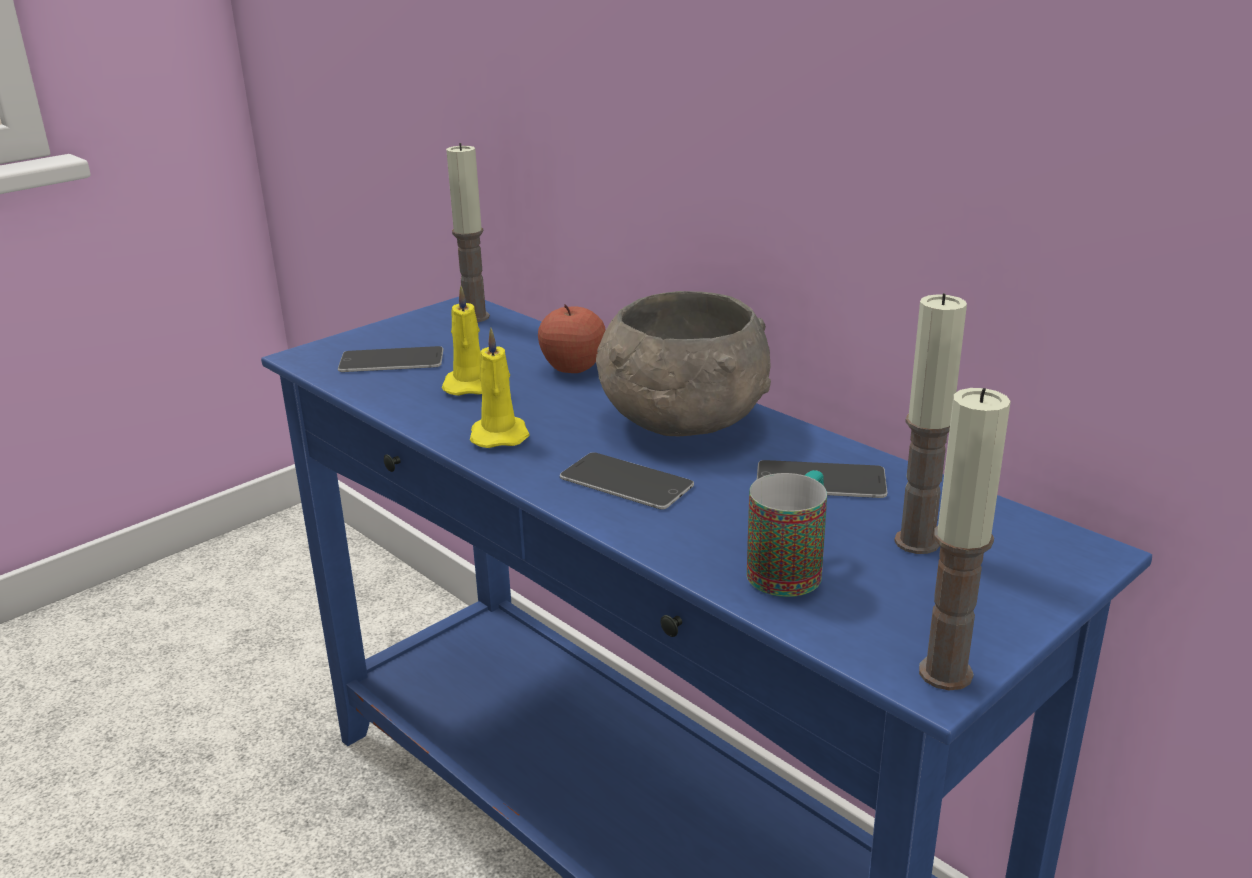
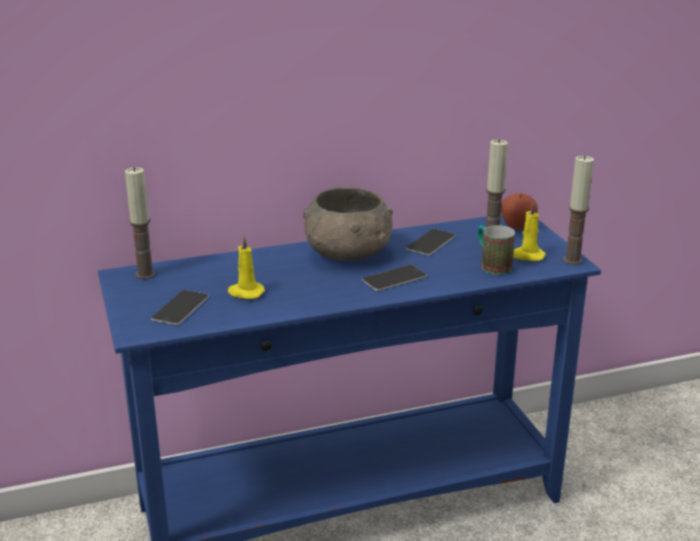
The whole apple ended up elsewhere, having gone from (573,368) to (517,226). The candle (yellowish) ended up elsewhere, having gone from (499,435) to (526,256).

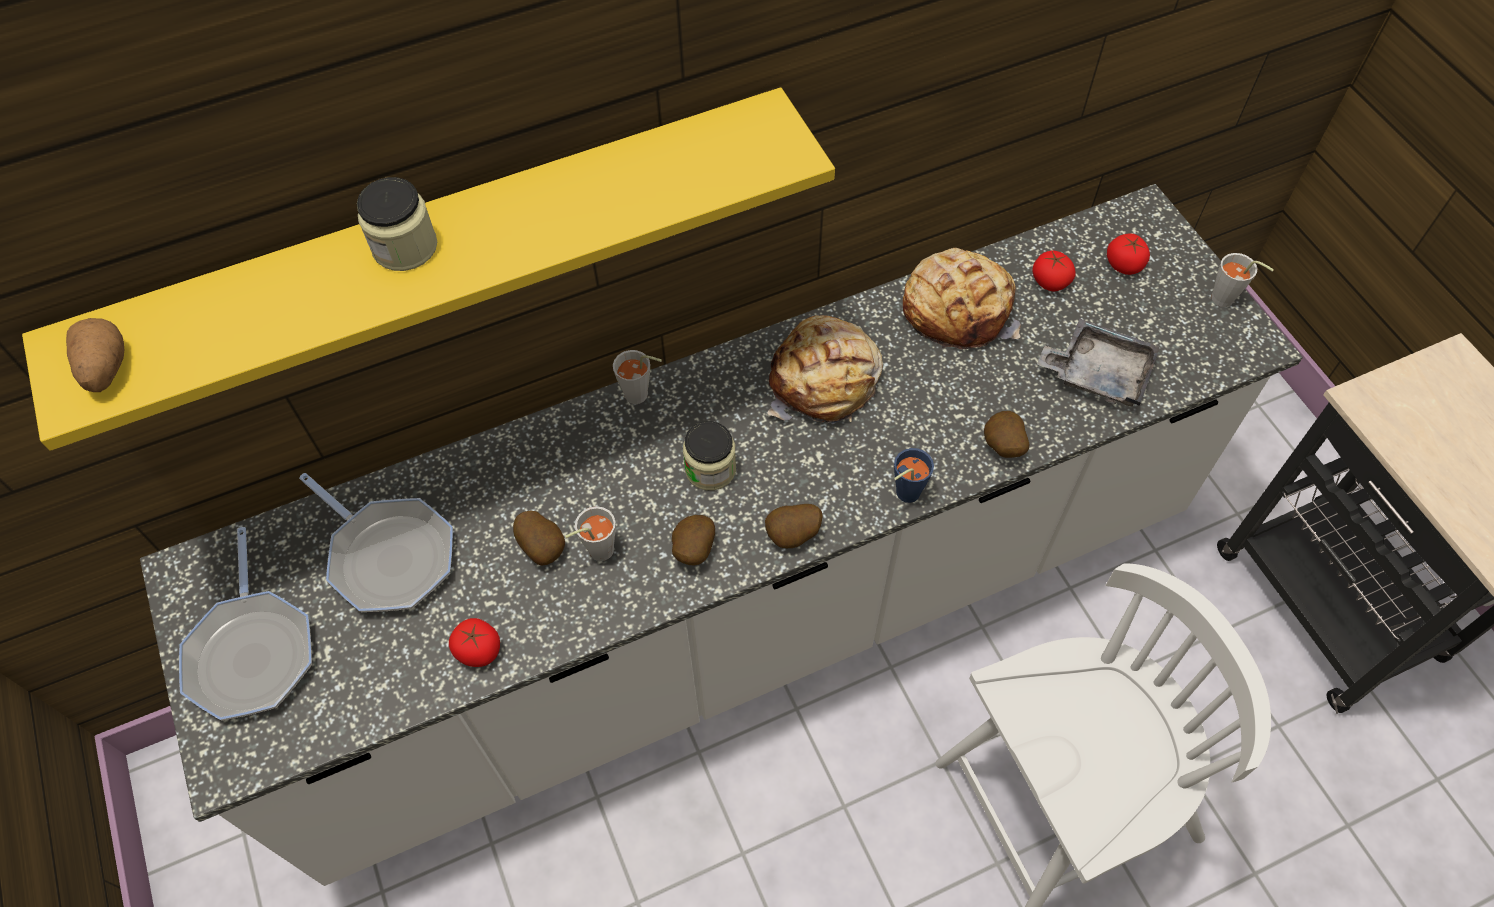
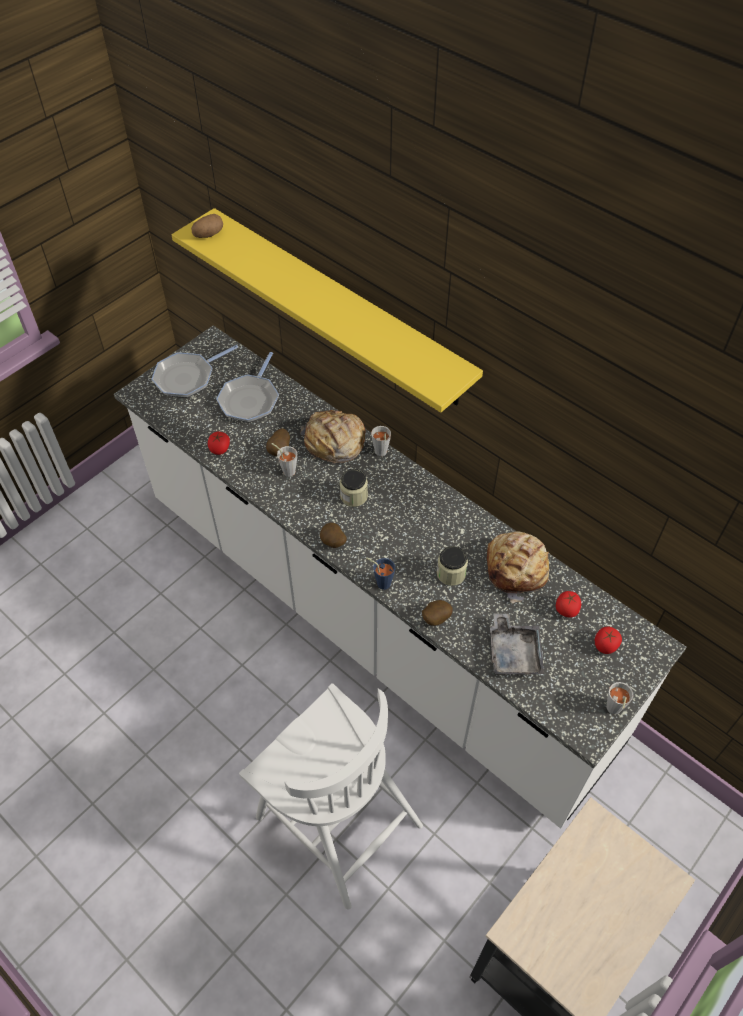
The bread ended up elsewhere, having gone from (824,382) to (334,443). The preserve jar ended up elsewhere, having gone from (405,247) to (451,573). The second view lost the potato at (692,550).

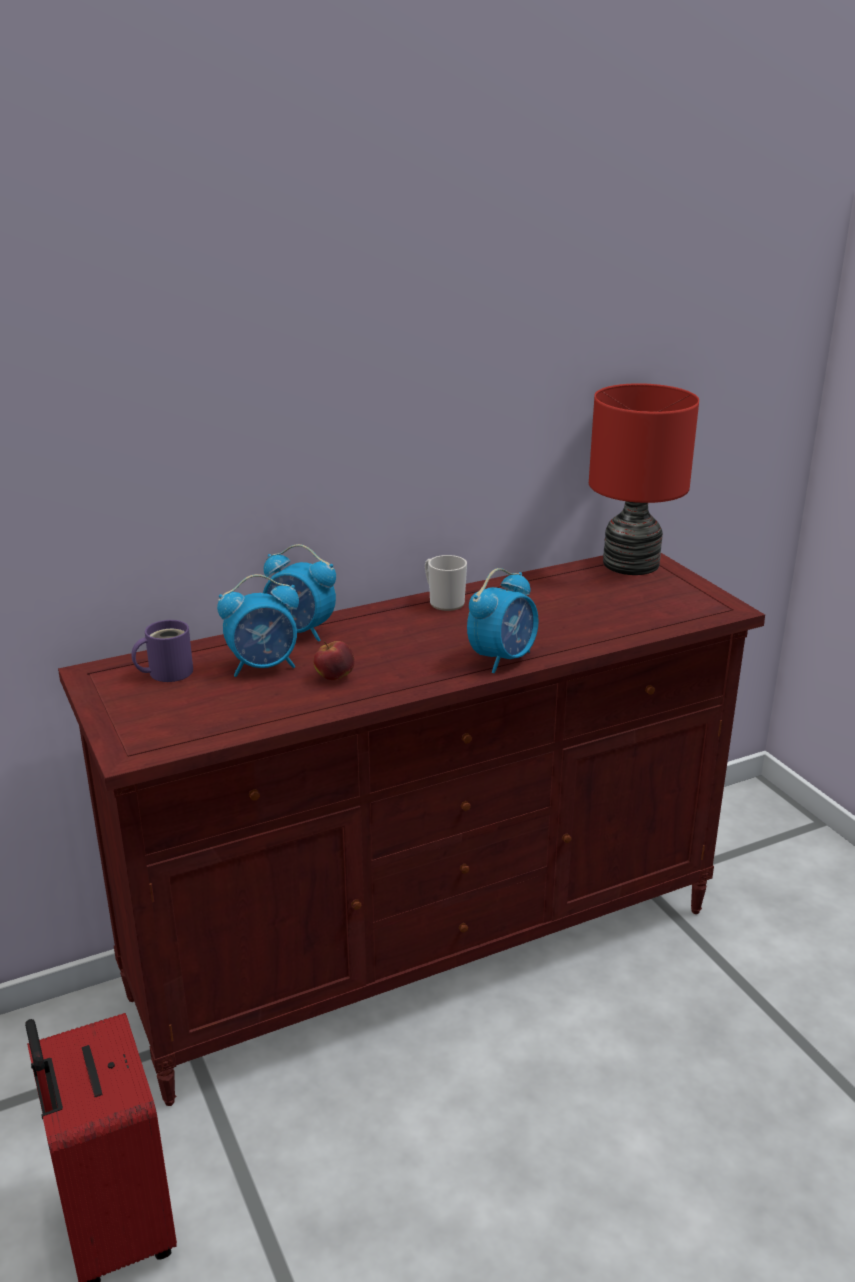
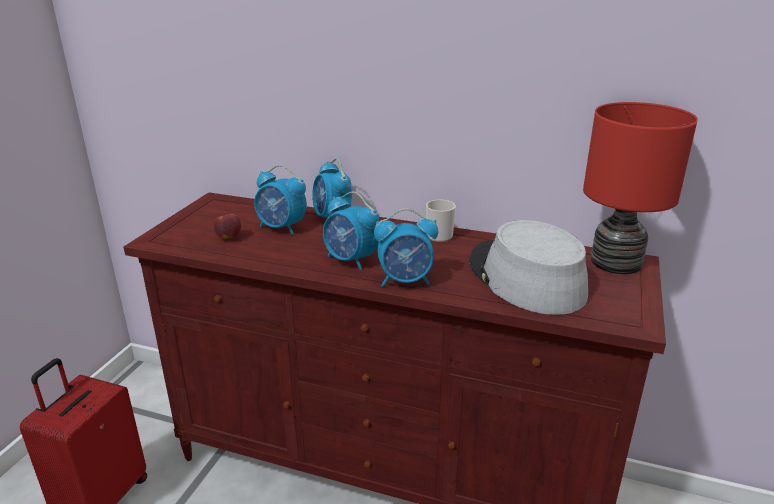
The whole apple ended up elsewhere, having gone from (335,677) to (228,238). The second view gained the bedside clock at (351,260). The second view gained the clothing hat (grey) at (525,278). The second view lost the mug (purple-coloured) at (166,672).

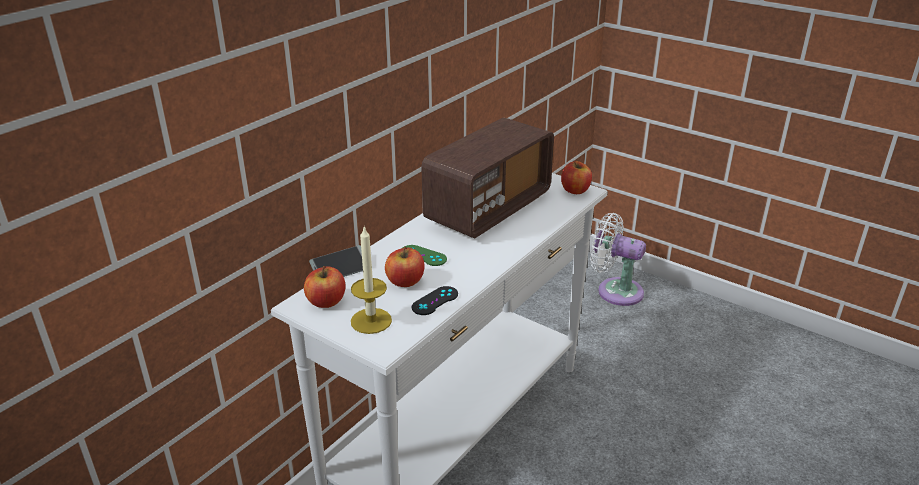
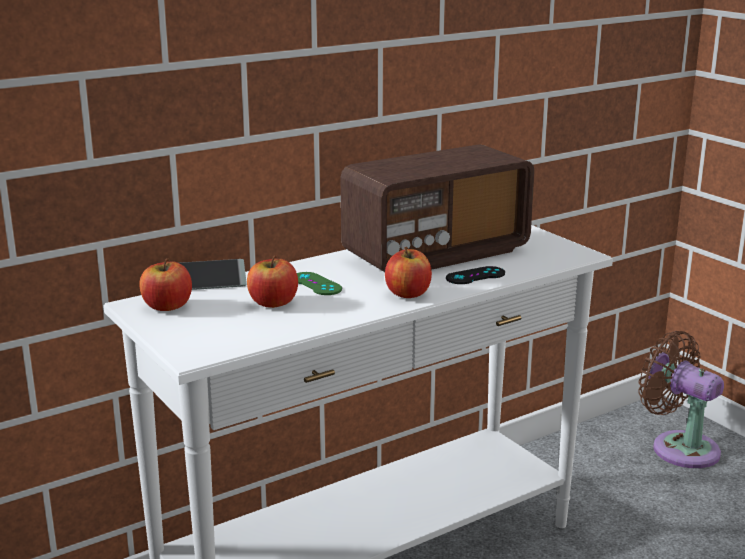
The whole apple ended up elsewhere, having gone from (575,190) to (408,293). The joypad (blackish) ended up elsewhere, having gone from (435,301) to (475,276). What was the cooling fan (white-coloured) at (615,290) turned into the cooling fan (brown) at (679,447). The second view lost the candle at (371,321).

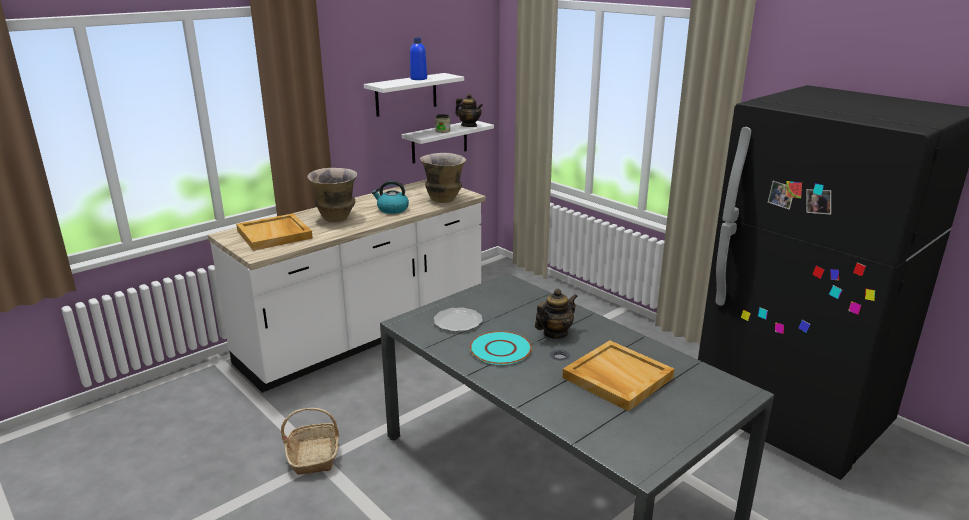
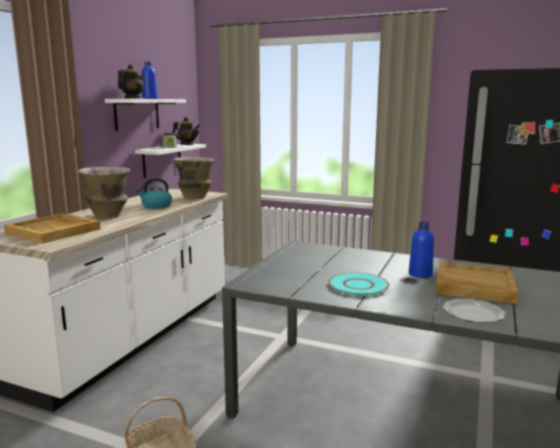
The teapot ended up elsewhere, having gone from (555,333) to (132,98). The second view gained the beverage bottle (blue) at (420,274). The flat dish ended up elsewhere, having gone from (458,321) to (473,313).

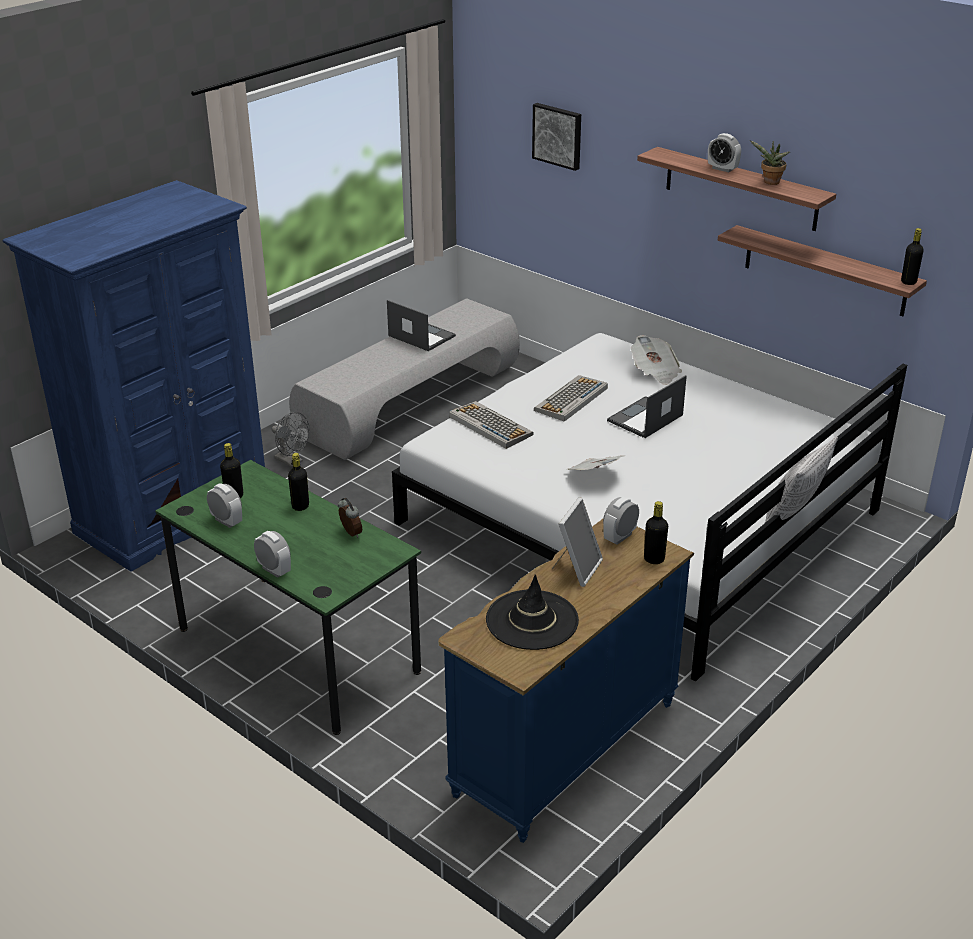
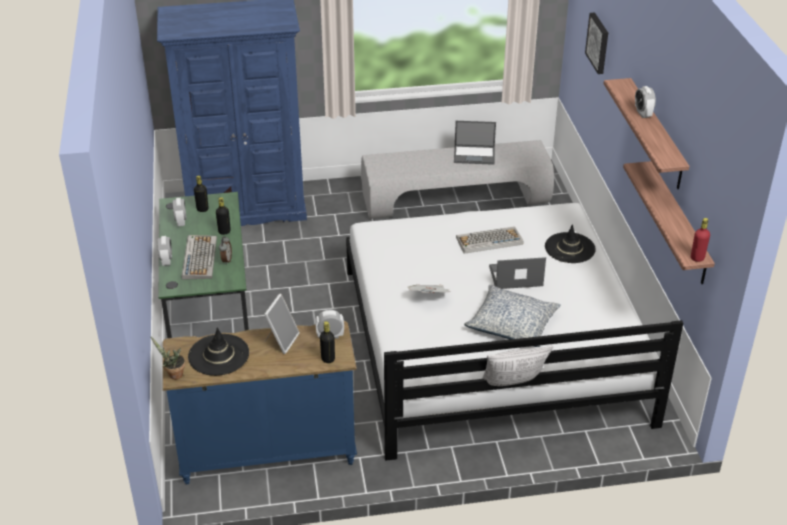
The plant in a pot ended up elsewhere, having gone from (770,182) to (173,375). The PC keyboard ended up elsewhere, having gone from (489,425) to (199,258). The photo frame at (576,568) ended up facing another way, 45 degrees counterclockwise from before. The notebook computer at (420,336) ended up facing another way, 105 degrees clockwise from before. The second view gained the throw pillow at (512,324). Where the daily paper stood at (655,372), the clothing hat (blackish) came to stand at (570,248). What was the beverage bottle (blackish) at (908,282) turned into the beverage bottle (red) at (697,258). The second view lost the cooling fan (grey) at (292,461).

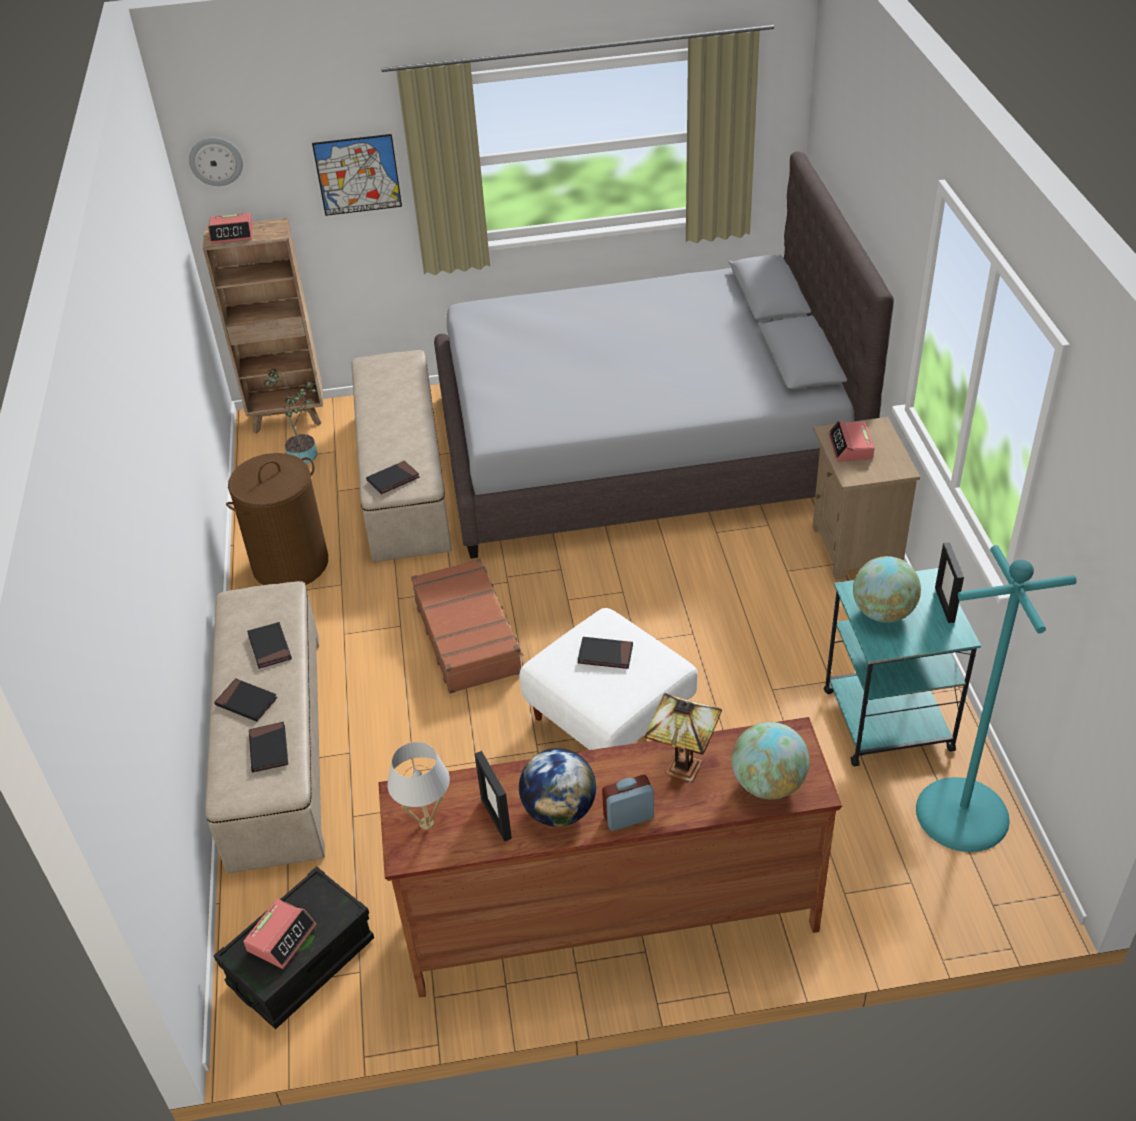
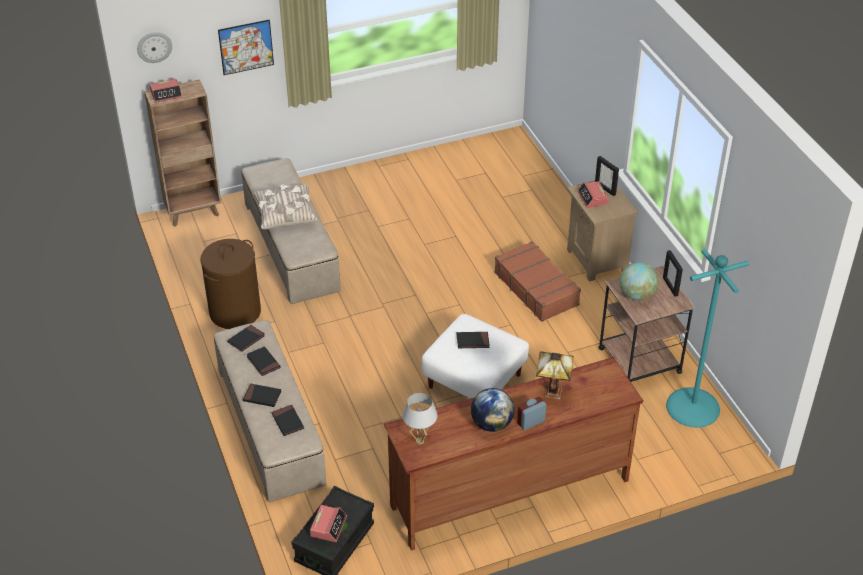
The volume (blackish) ended up elsewhere, having gone from (393,479) to (246,339). The second view gained the throw pillow (beige-coloured) at (286,216). The travel case (brown) ended up elsewhere, having gone from (468,636) to (536,288). The photo frame ended up elsewhere, having gone from (497,818) to (605,188). What was the cart (blue-green) at (888,722) turned into the cart (brown) at (640,362). The second view lost the plant in a pot at (304,453). The second view lost the bedroom bed (grey) at (644,446). The second view lost the globe at (768,784).

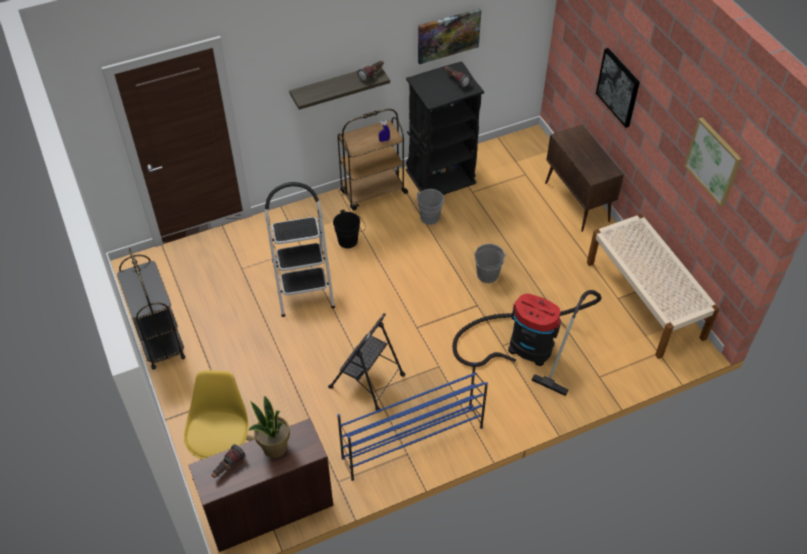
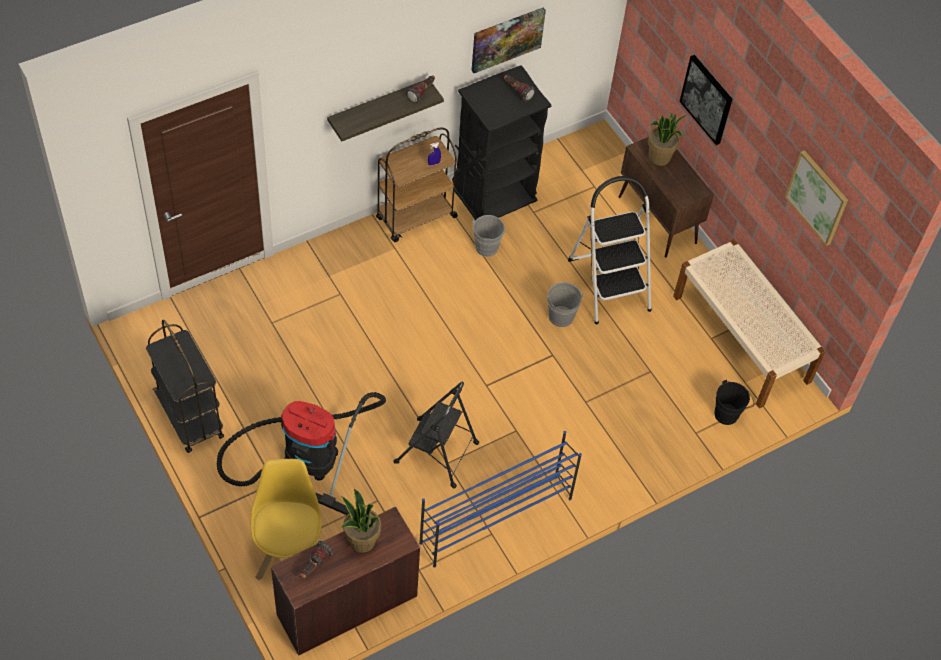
The hoover ended up elsewhere, having gone from (525,346) to (304,457). The step stool ended up elsewhere, having gone from (303,282) to (608,283). The second view gained the plant in a pot at (659,158). The water bucket (blackish) ended up elsewhere, having gone from (350,240) to (728,413).

